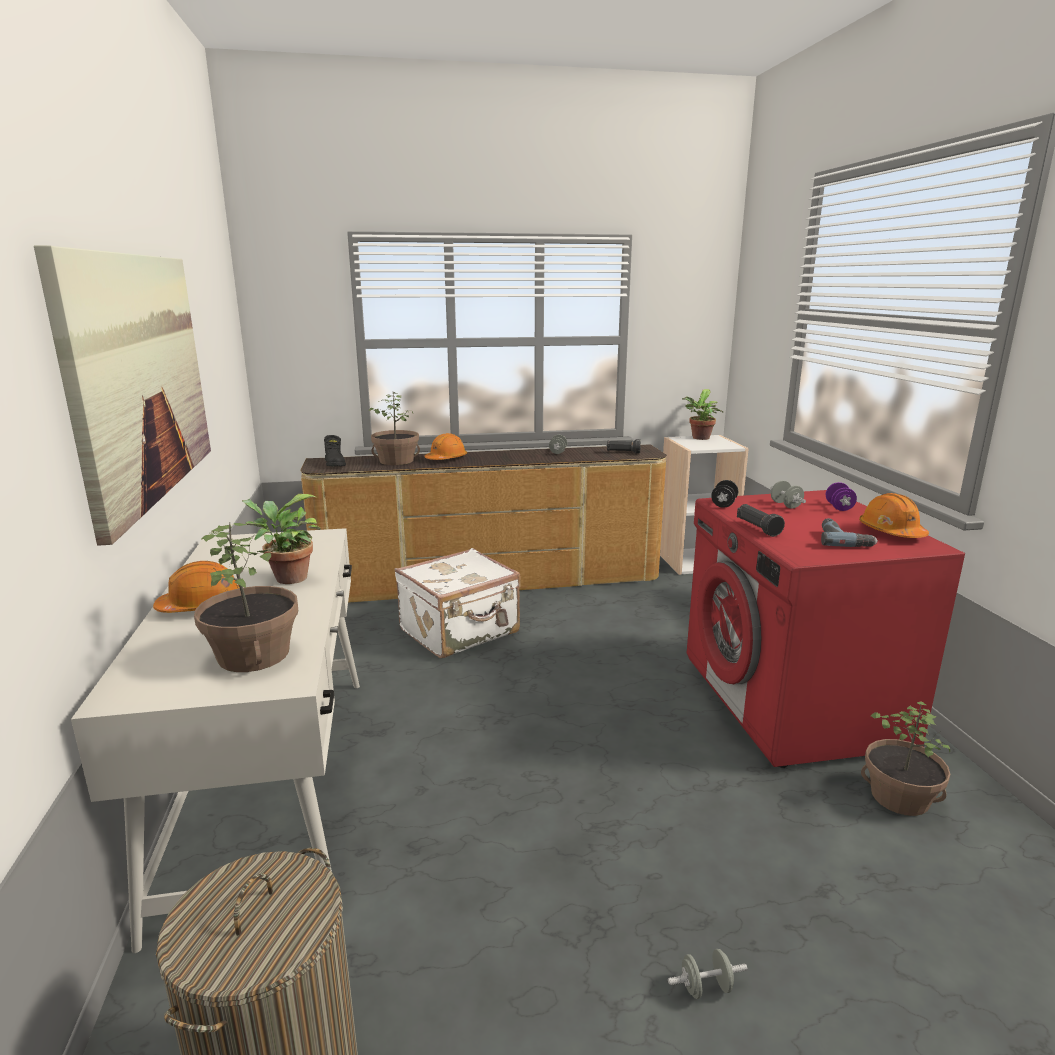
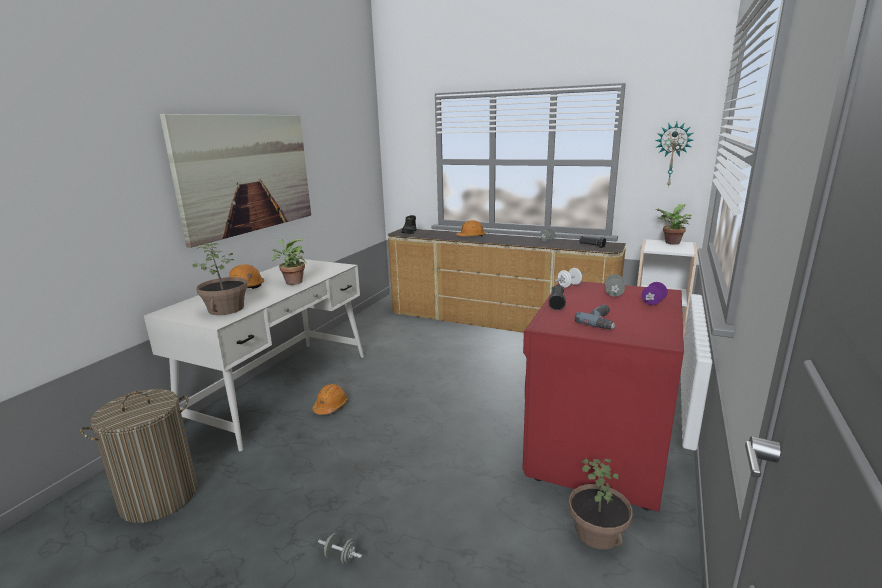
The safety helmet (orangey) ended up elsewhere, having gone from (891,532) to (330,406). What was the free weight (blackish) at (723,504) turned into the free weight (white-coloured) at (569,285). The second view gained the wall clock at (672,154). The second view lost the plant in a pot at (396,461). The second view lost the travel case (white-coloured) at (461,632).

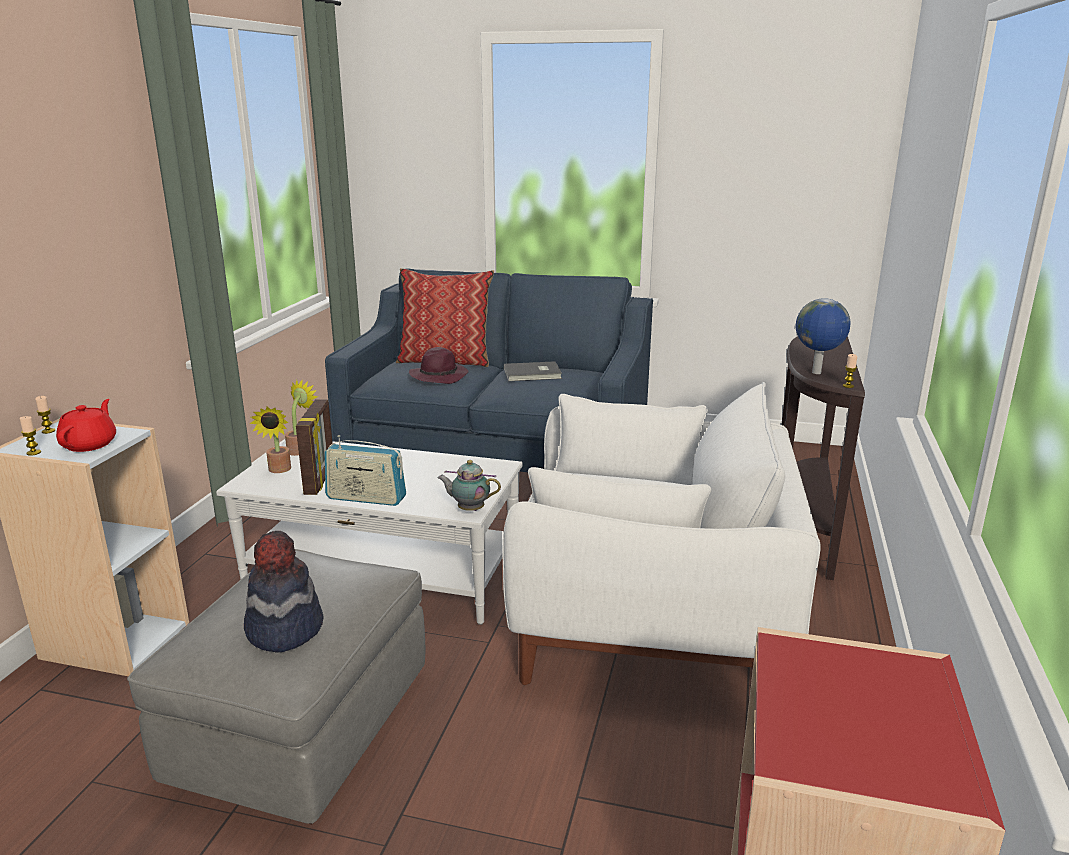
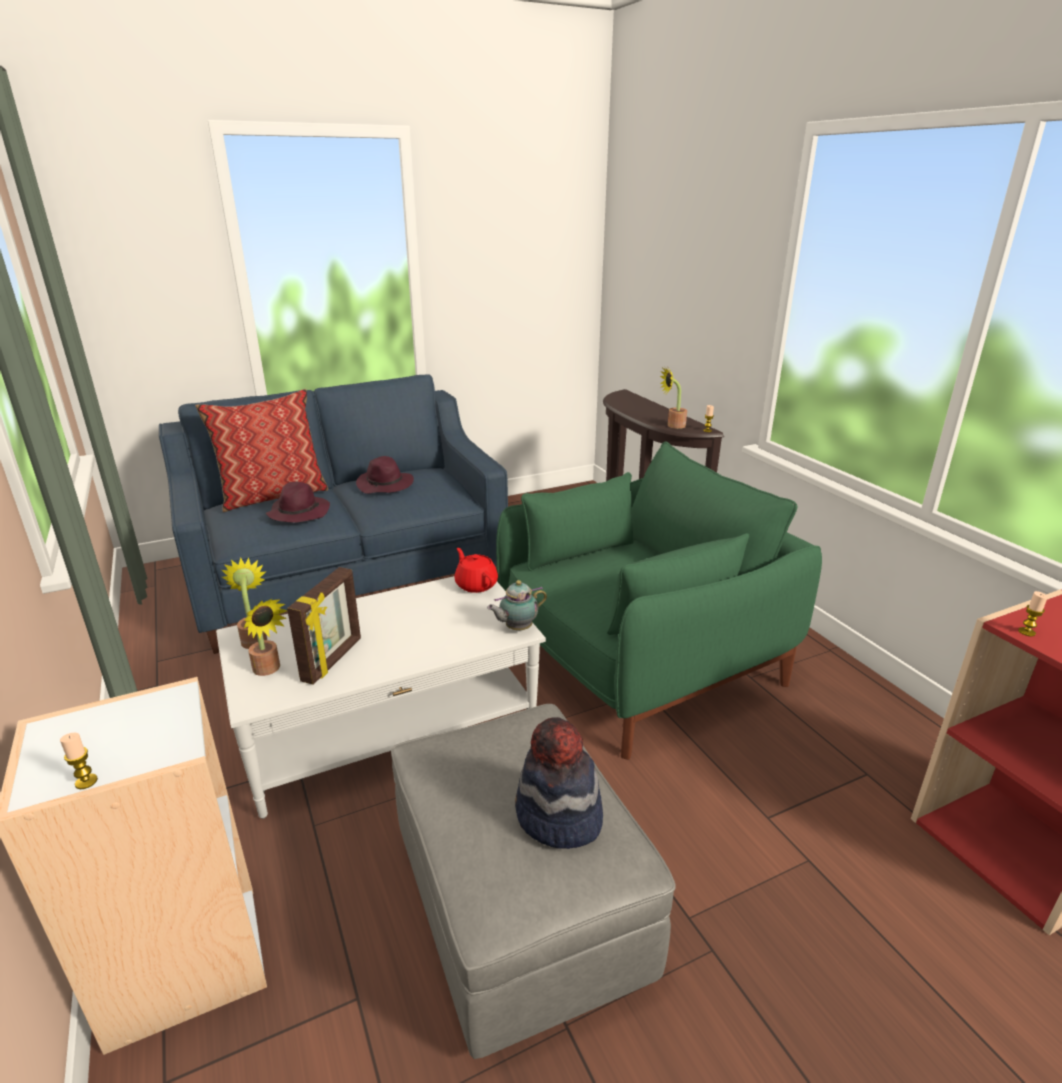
The photo frame at (320,480) ended up facing another way, 60 degrees clockwise from before. Where the volume (grey) stood at (533,374), the clothing hat (purple-coloured) came to stand at (385,485). The teapot (red) ended up elsewhere, having gone from (90,444) to (476,584). What was the lounge chair (white-coloured) at (652,620) turned into the lounge chair (greenish) at (641,661). Where the globe stood at (816,373), the plant in a pot came to stand at (672,426). The candle ended up elsewhere, having gone from (48,431) to (1026,632). The second view lost the radio receiver at (366,498).

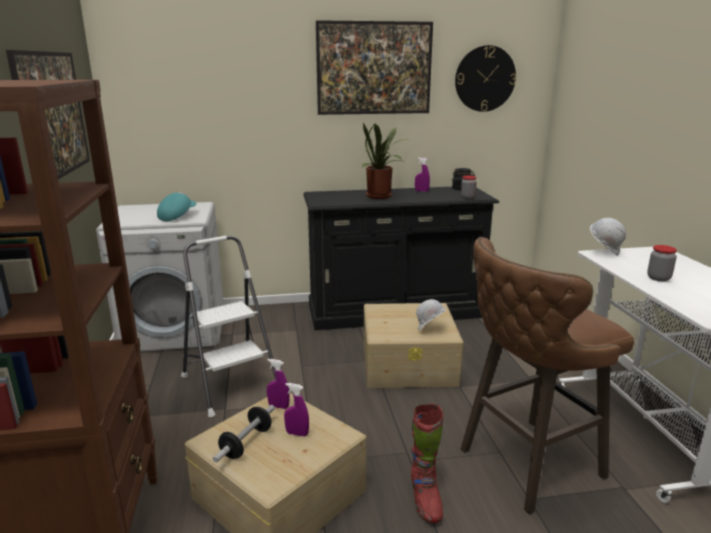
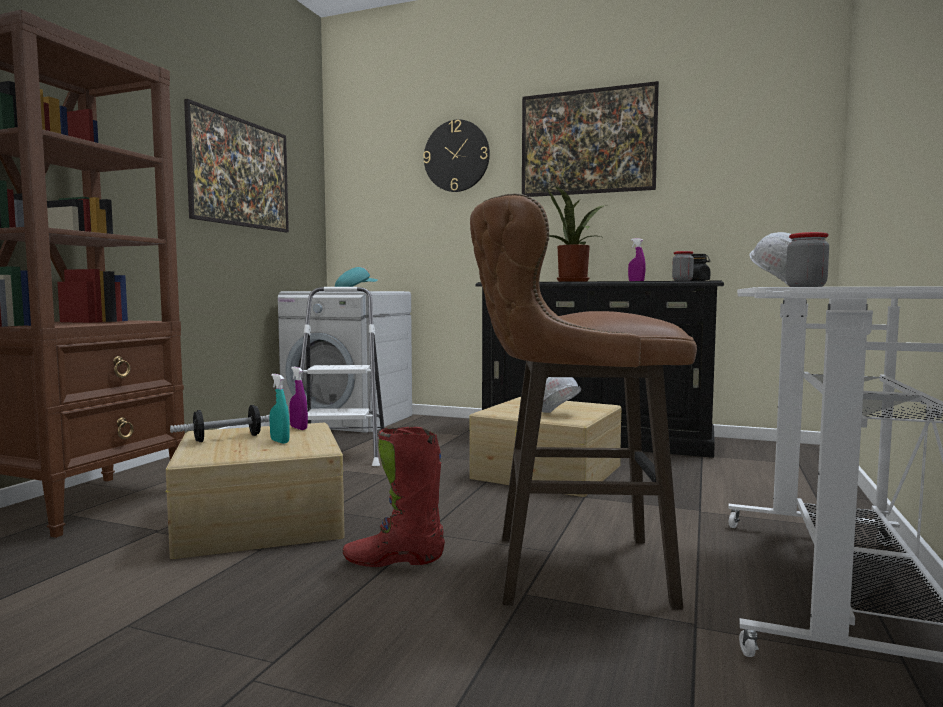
What was the sprayer (purple-coloured) at (297,433) turned into the sprayer (blue-green) at (279,441). The high-top boot (red) at (425,499) ended up facing another way, 60 degrees clockwise from before. The wall clock ended up elsewhere, having gone from (485,79) to (456,156).

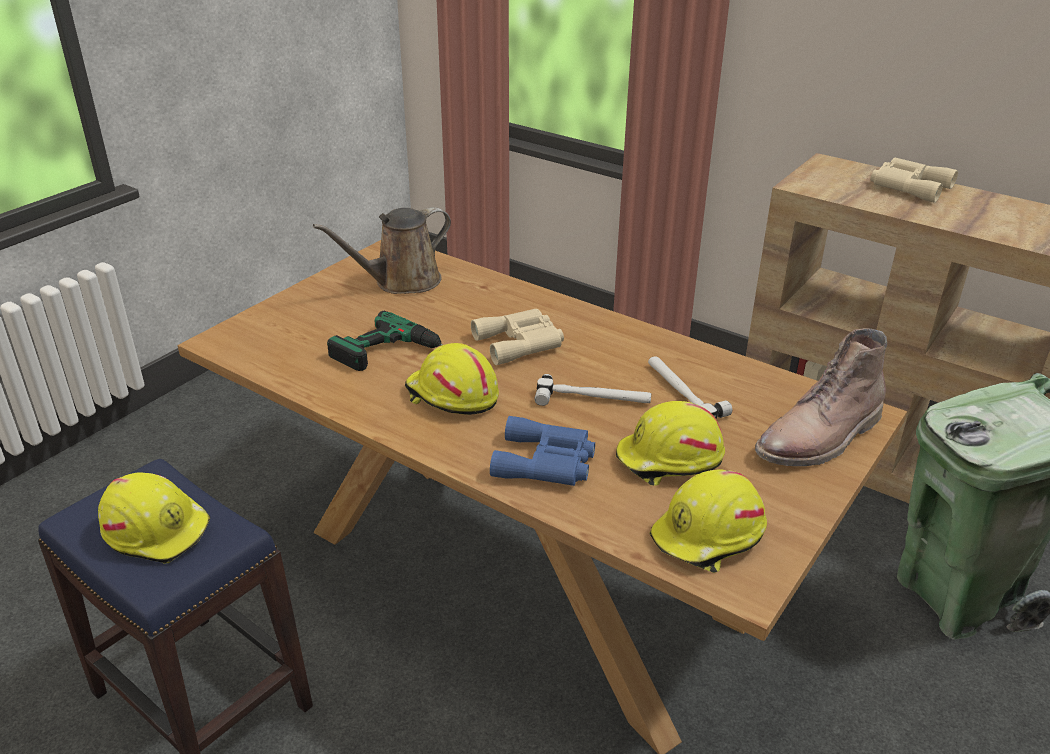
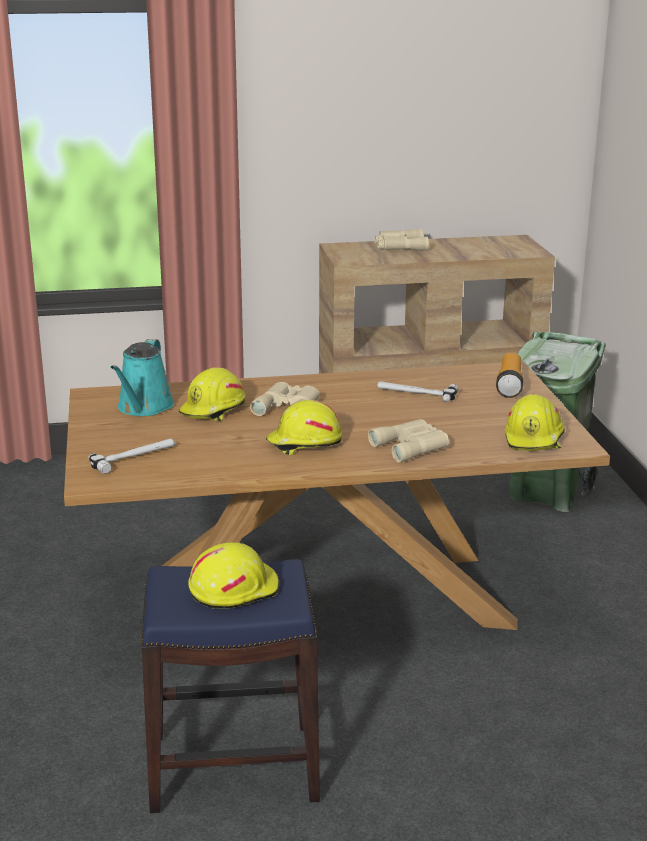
The hammer ended up elsewhere, having gone from (593,399) to (134,458). What was the watering can (brown) at (401,282) turned into the watering can (blue-green) at (143,408). The safety helmet (yellowish) ended up elsewhere, having gone from (669,460) to (214,409). What was the field glasses (blue) at (547,462) turned into the field glasses (beige-coloured) at (412,446). Where the high-top boot (brown) stood at (820,438), the flashlight came to stand at (509,385). The second view lost the power drill at (395,355).

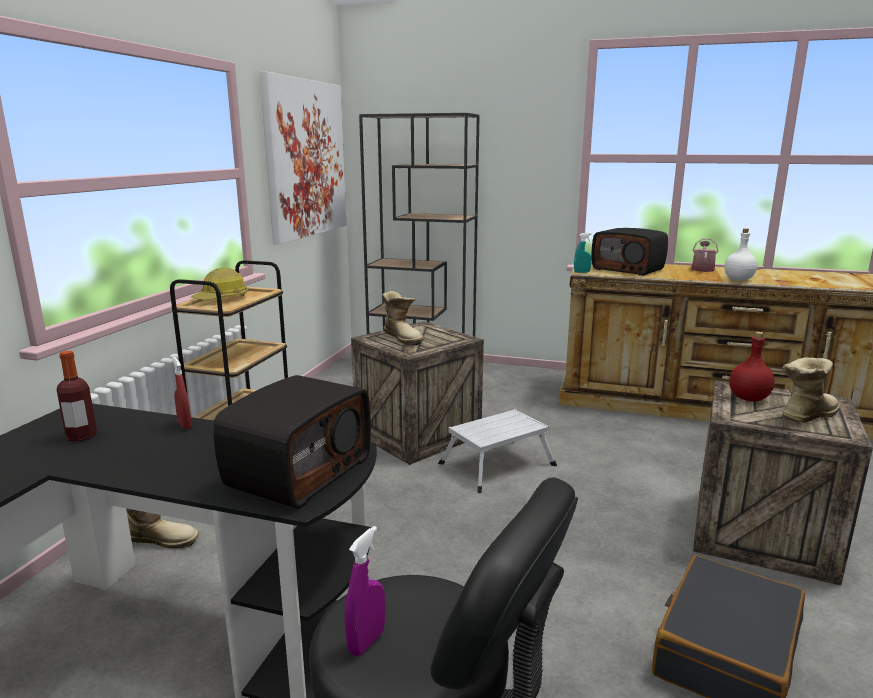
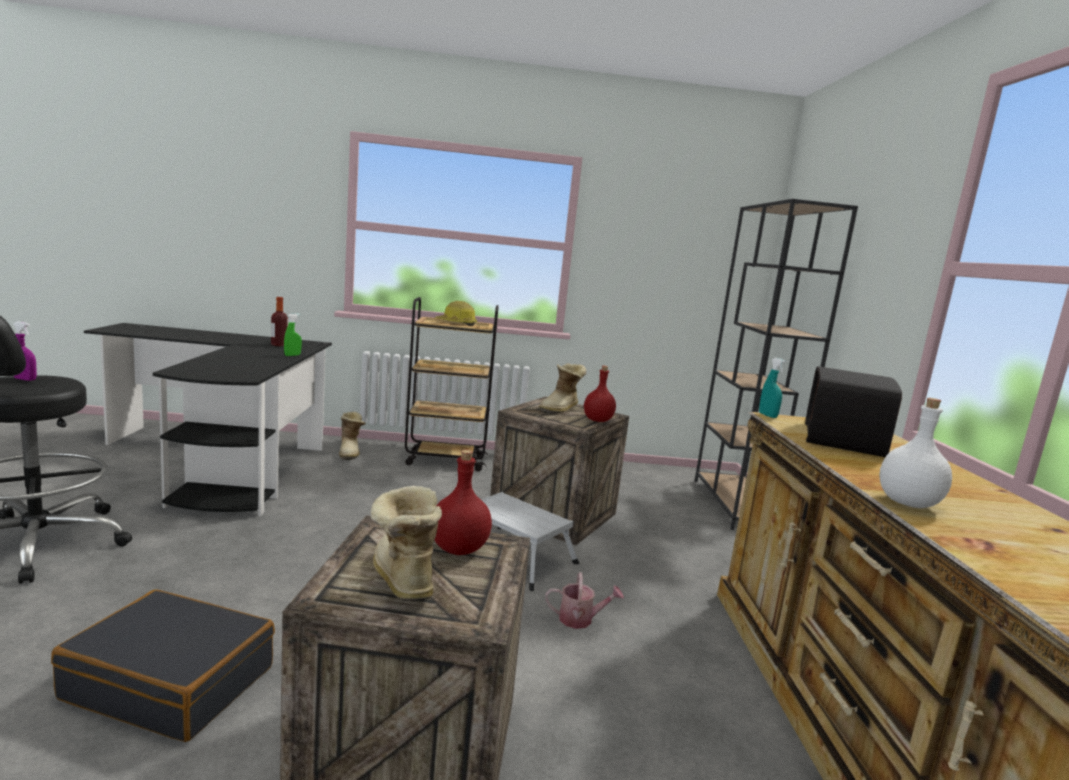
What was the sprayer (red) at (184,425) turned into the sprayer (greenish) at (292,355). The high-top boot at (804,416) ended up facing another way, 150 degrees counterclockwise from before. The watering can ended up elsewhere, having gone from (702,269) to (580,619). The second view gained the beverage bottle (red) at (598,420). The second view lost the radio receiver at (298,472). The second view lost the wall art at (305,159).

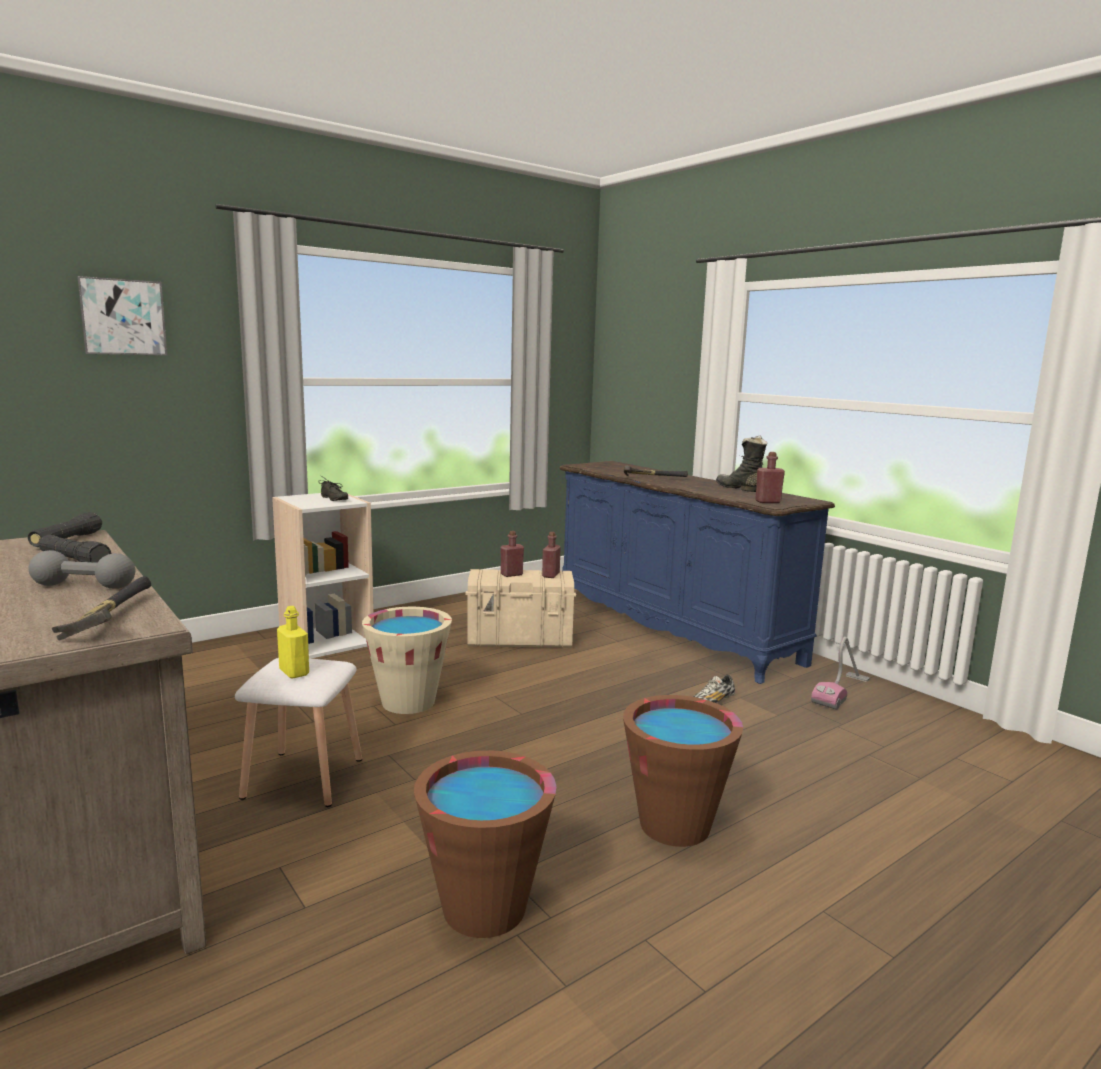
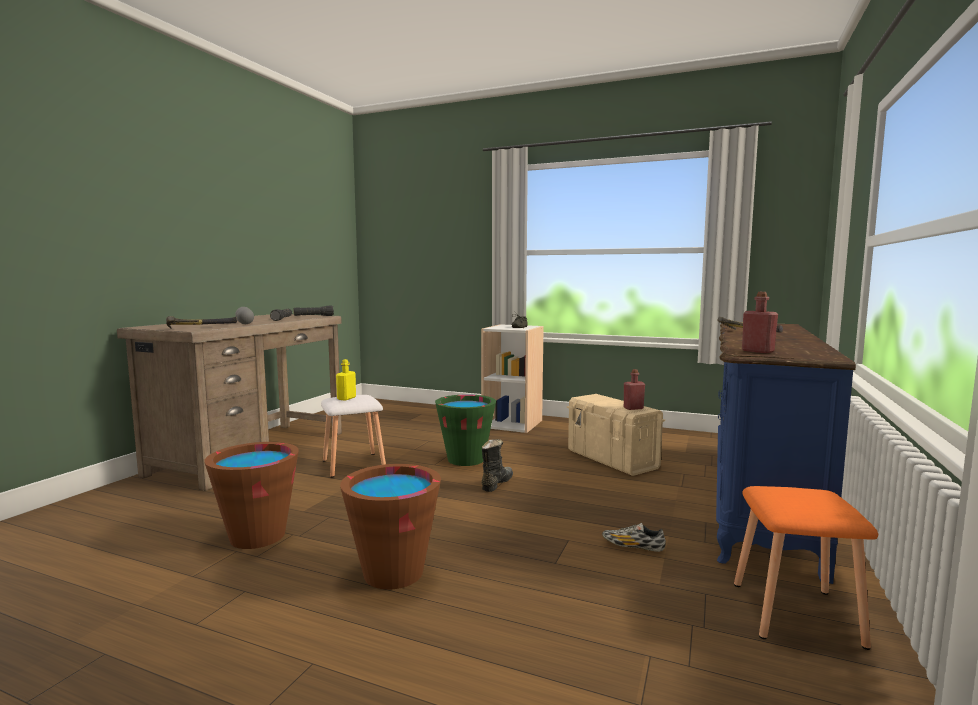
What was the water bucket (beige-coloured) at (408,702) turned into the water bucket (greenish) at (466,459). The high-top boot (blackish) ended up elsewhere, having gone from (738,488) to (496,483). Where the hoover stood at (841,691), the stool (orangey) came to stand at (797,615). The second view lost the wall art at (123,317). The second view lost the beverage bottle (red) at (511,574).

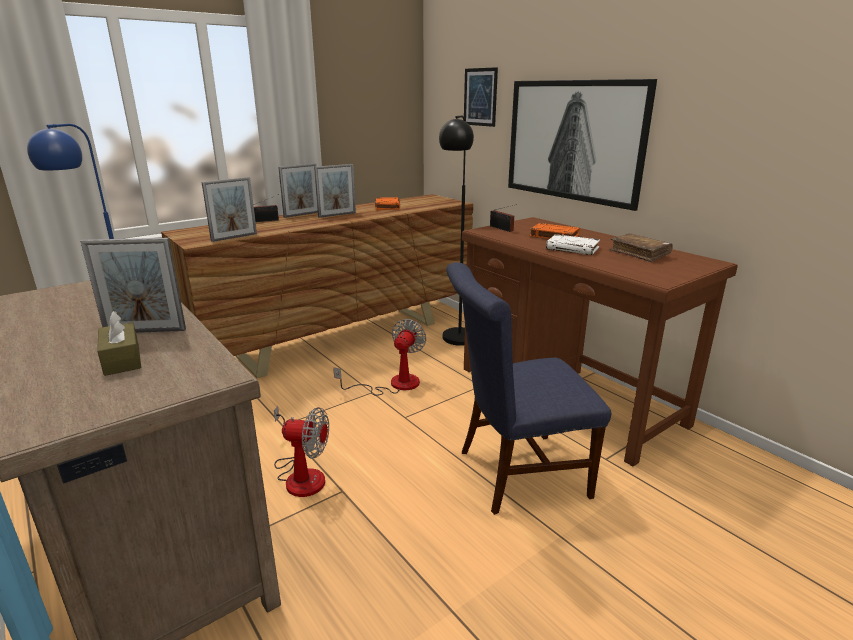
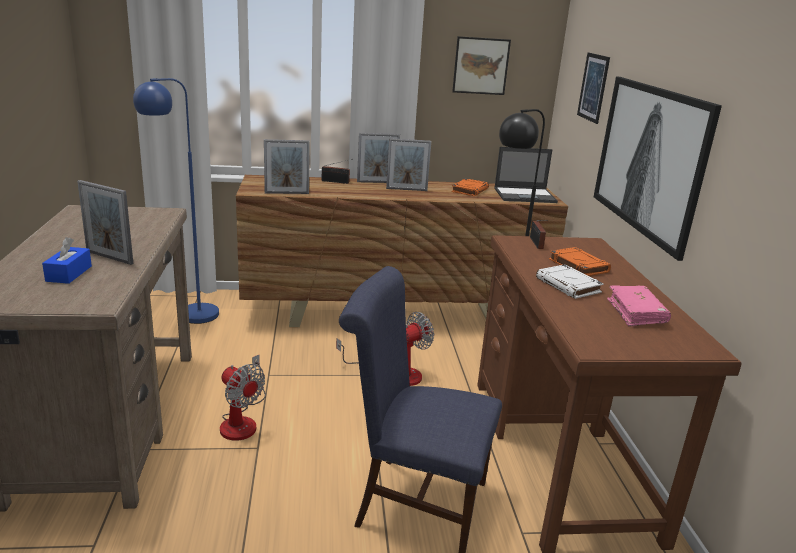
What was the tissue box (brown) at (122,359) turned into the tissue box (blue) at (69,273). The second view gained the wall art at (481,66). The second view gained the notebook computer at (525,195). What was the volume (brown) at (639,253) turned into the volume (pink) at (636,313).

